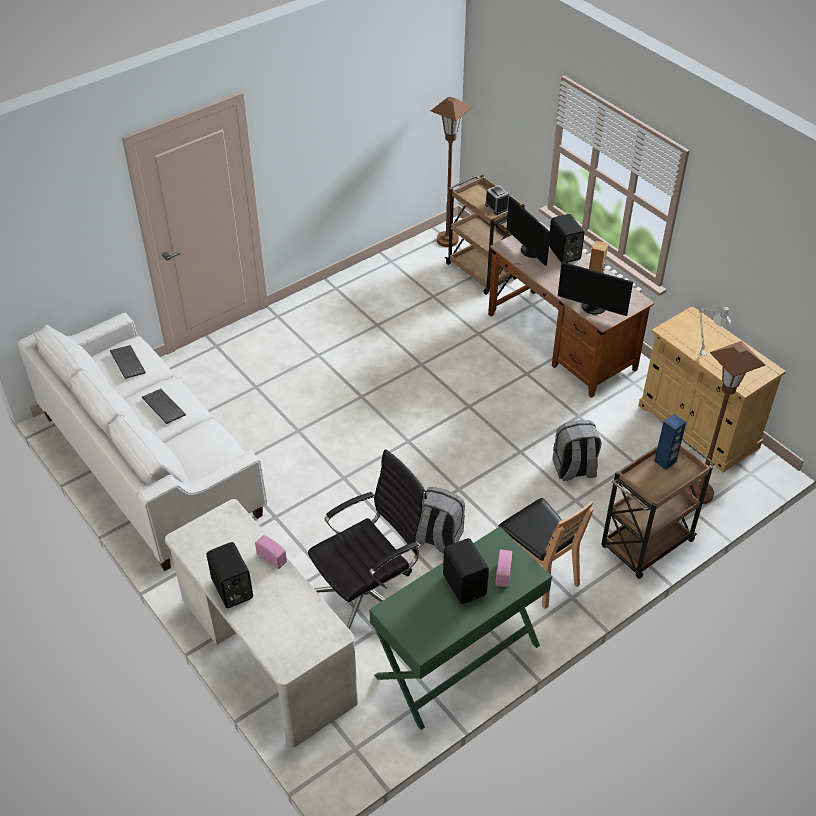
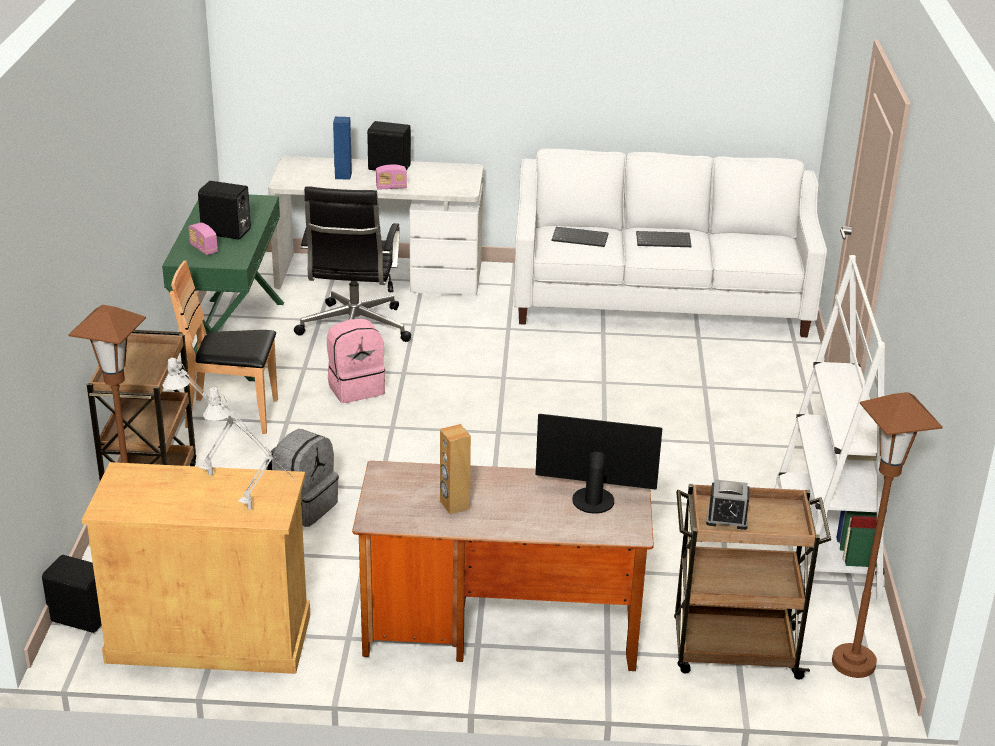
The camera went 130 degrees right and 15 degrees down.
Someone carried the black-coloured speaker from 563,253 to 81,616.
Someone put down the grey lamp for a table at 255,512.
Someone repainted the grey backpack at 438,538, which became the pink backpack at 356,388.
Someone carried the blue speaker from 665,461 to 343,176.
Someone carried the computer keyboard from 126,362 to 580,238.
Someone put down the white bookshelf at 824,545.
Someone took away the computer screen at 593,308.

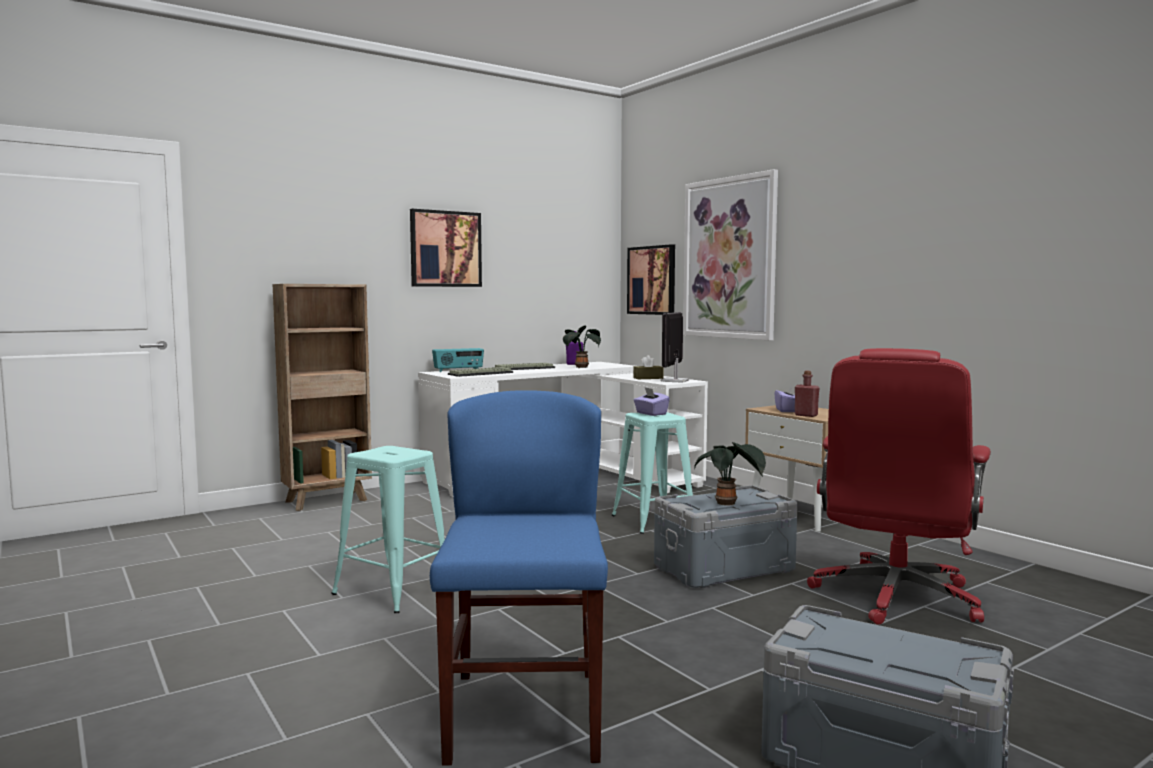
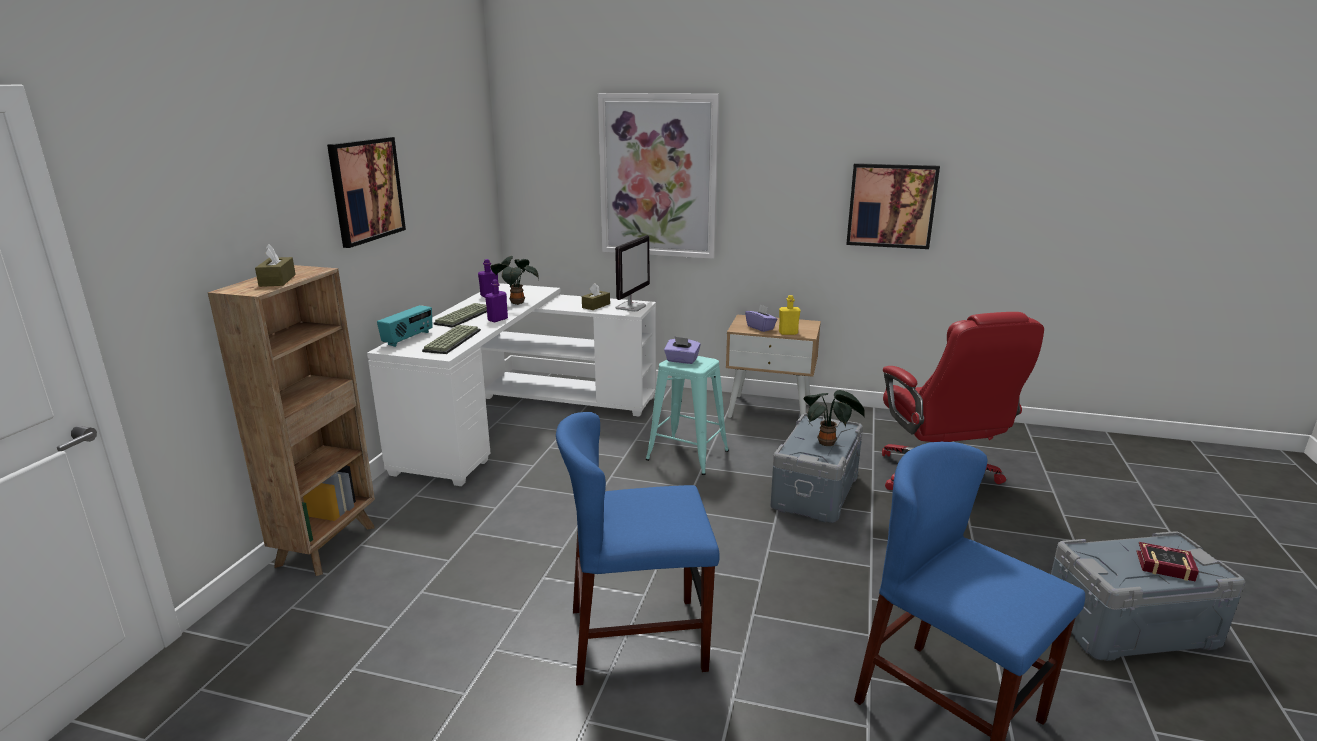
The camera went 40 degrees left and 15 degrees up.
Someone put down the brownish tissue holder at 277,280.
Someone put down the purplish bottle at 497,319.
Someone swapped the turquoise sitting stool at 393,590 for the blue plain chair at 637,639.
Someone rotated the computer screen at 674,381 by 135 degrees counterclockwise.
Someone repainted the red-coloured bottle at 806,415, which became the yellow bottle at 788,333.
Someone carried the wall picture from 652,280 to 891,206.
Someone put down the bound book at 1162,565.

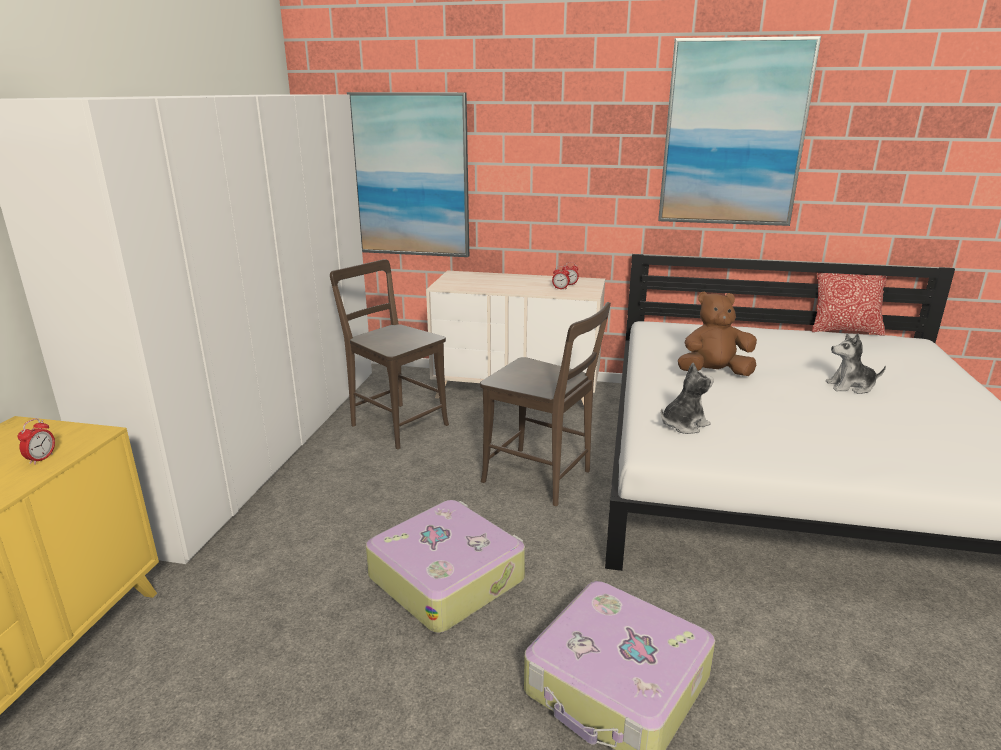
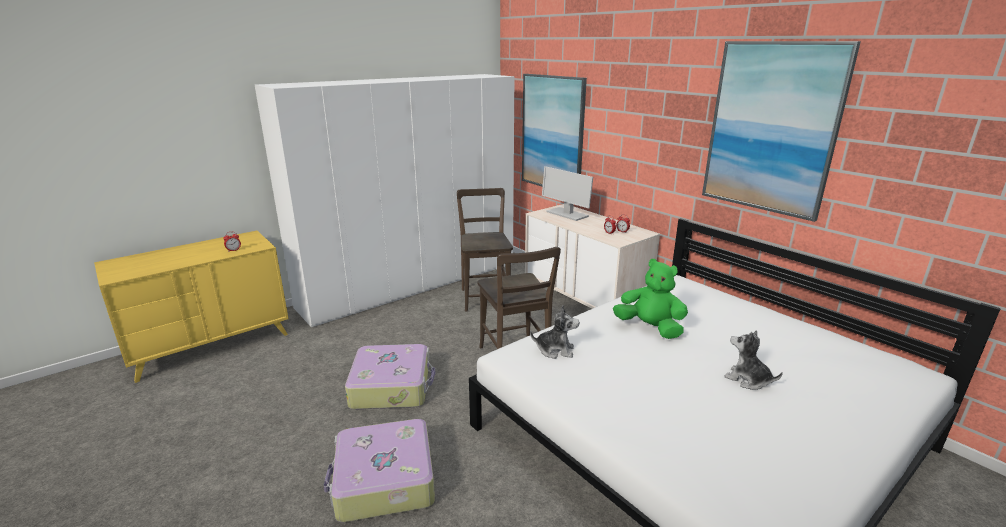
The camera went 40 degrees right and 0 degrees up.
Someone put down the computer screen at 566,214.
Someone repainted the brownish soft toy at 713,373, which became the green-coloured soft toy at 650,328.
Someone took away the cushion at 844,330.

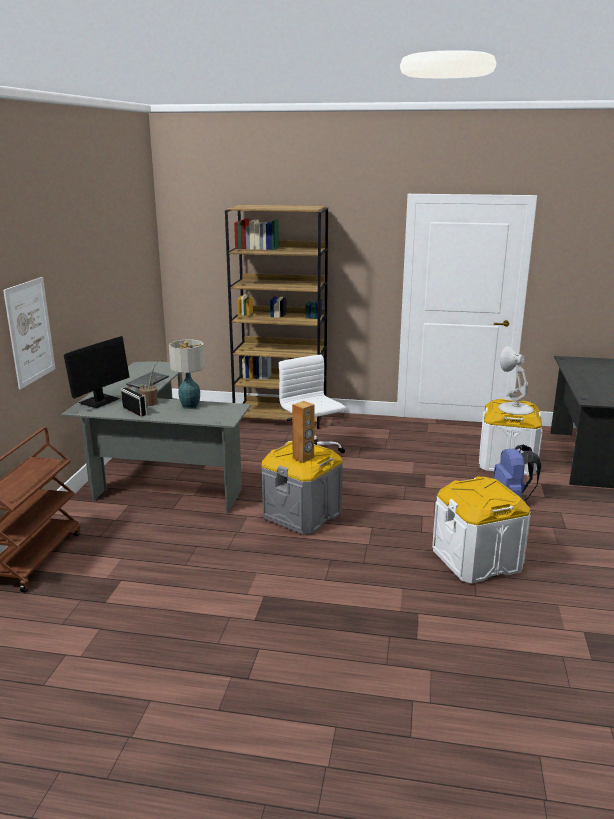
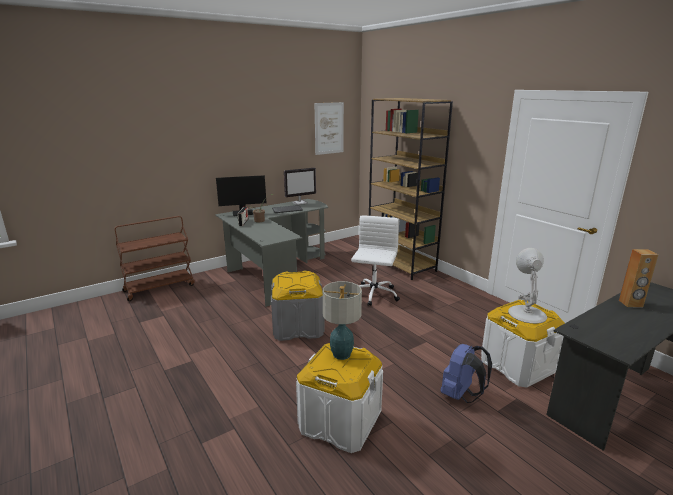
The camera went 45 degrees right and 0 degrees up.
Someone put down the computer screen at 300,203.
Someone carried the wall picture from 30,332 to 329,128.
Someone carried the lamp for a table from 190,406 to 342,354.
Someone carried the brownish speaker from 303,458 to 630,304.

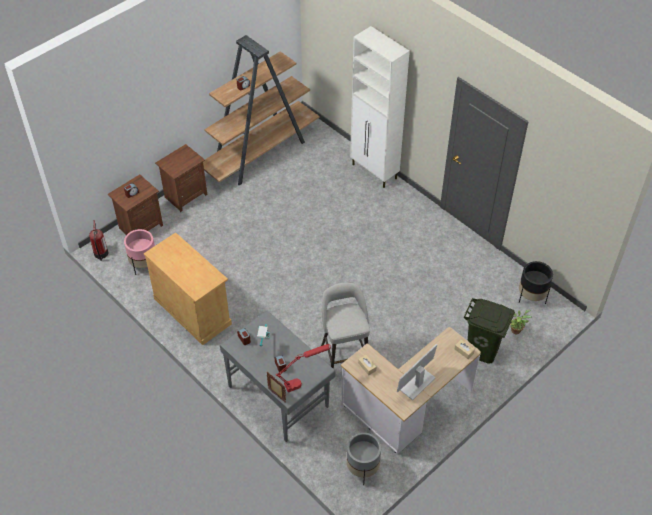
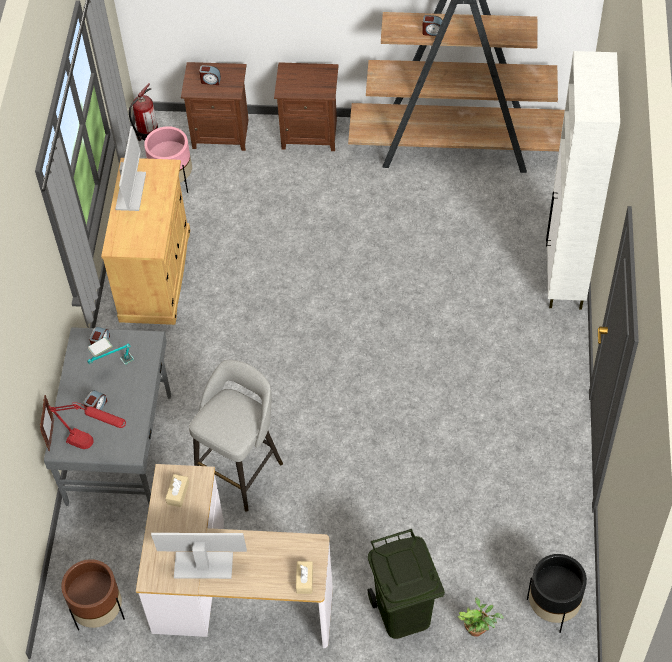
The camera went 50 degrees right and 5 degrees up.
Someone repainted the grey flower pot at 362,469, which became the brownish flower pot at 99,612.
Someone put down the computer screen at 131,191.

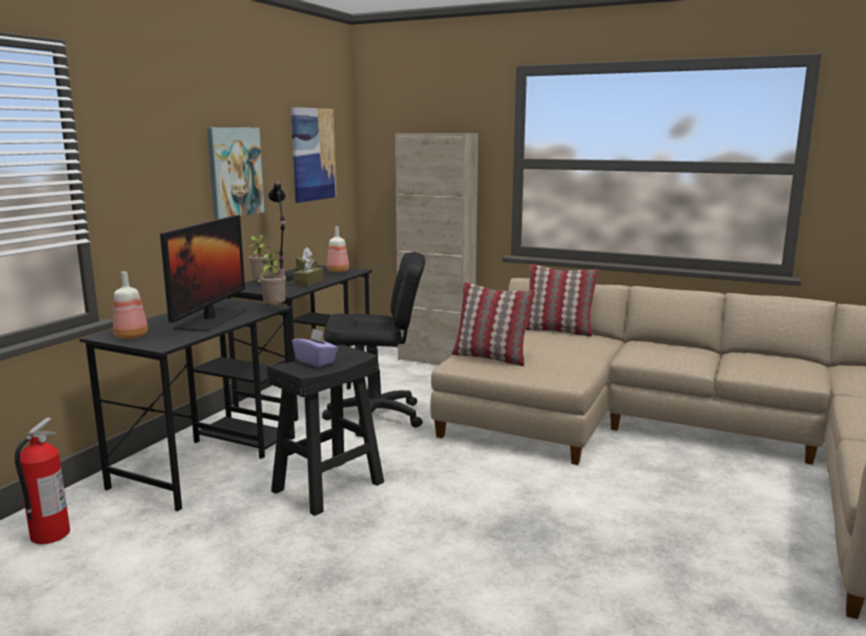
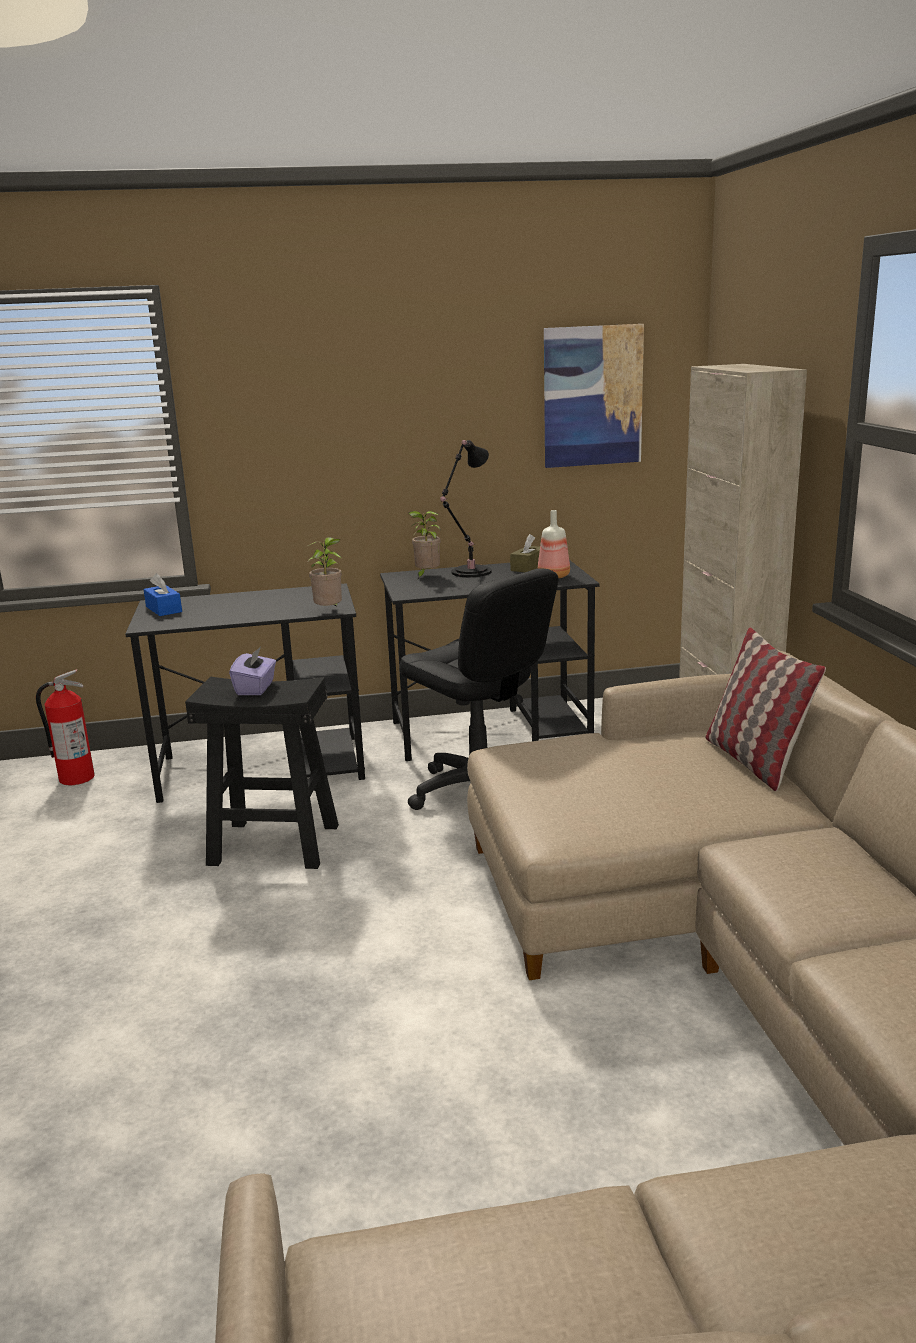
The camera went 55 degrees right and 5 degrees up.
Someone swapped the bottle at 132,336 for the blue tissue holder at 164,609.
Someone took away the computer screen at 211,319.
Someone took away the wall picture at 234,172.
Someone took away the brownish tissue holder at 309,283.
Someone took away the cushion at 490,357.

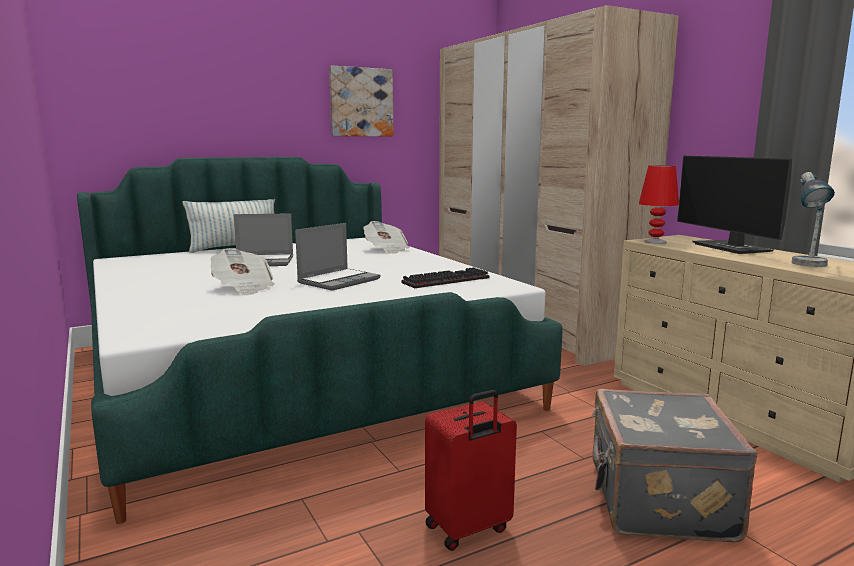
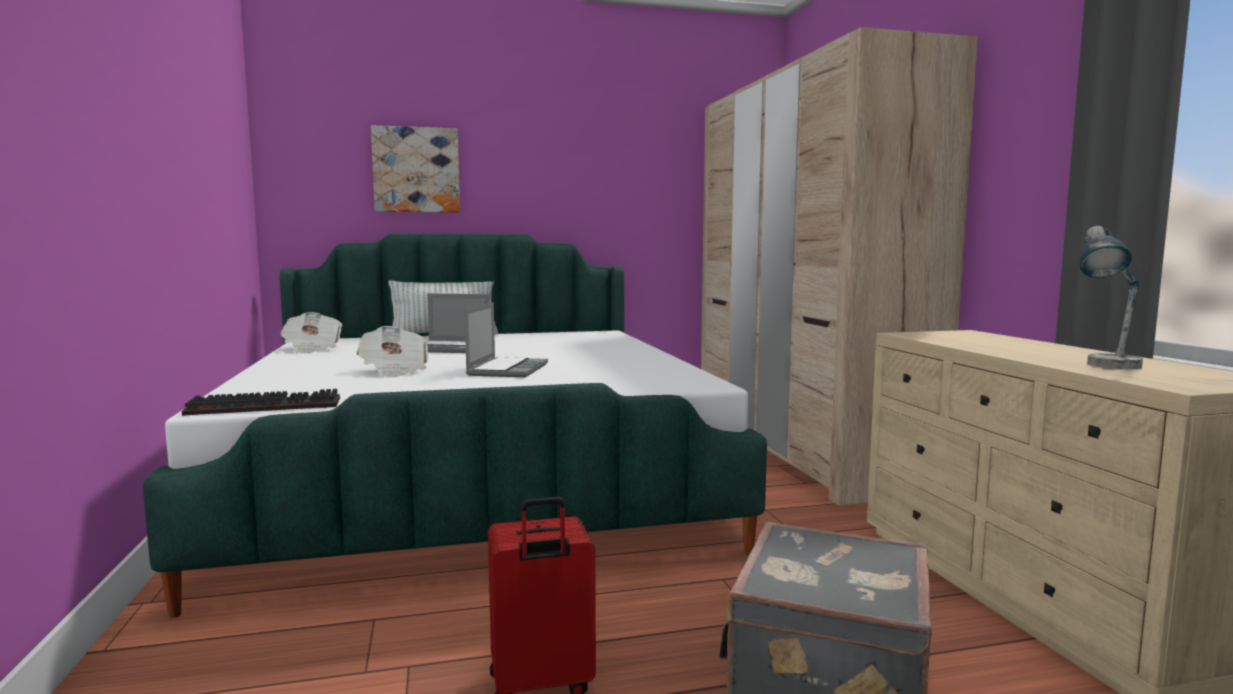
The camera went 15 degrees right and 5 degrees down.
Someone carried the computer keyboard from 446,280 to 268,406.
Someone carried the newspaper from 386,250 to 312,349.
Someone carried the wall picture from 361,102 to 416,170.
Someone rotated the notebook computer at 339,281 by 45 degrees counterclockwise.
Someone took away the red-coloured lamp for a table at 655,242.
Someone took away the computer screen at 732,248.

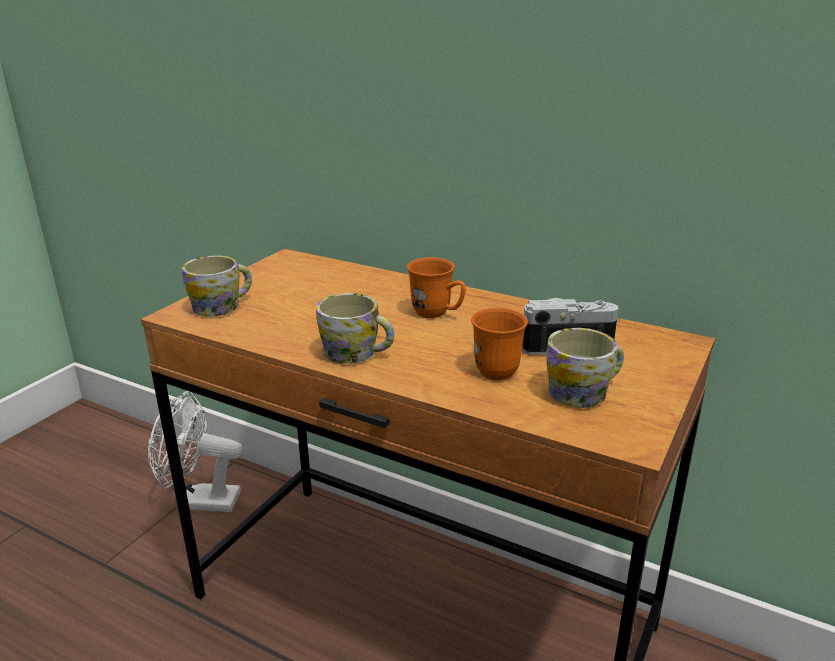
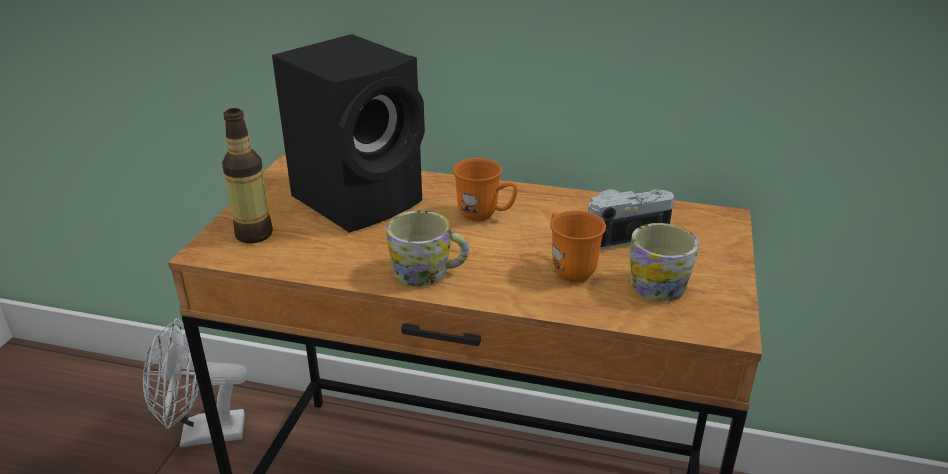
The camera went 15 degrees left and 5 degrees up.
Someone swapped the tea mug at 222,306 for the bottle at 254,234.
Someone put down the black-coloured speaker at 361,198.

